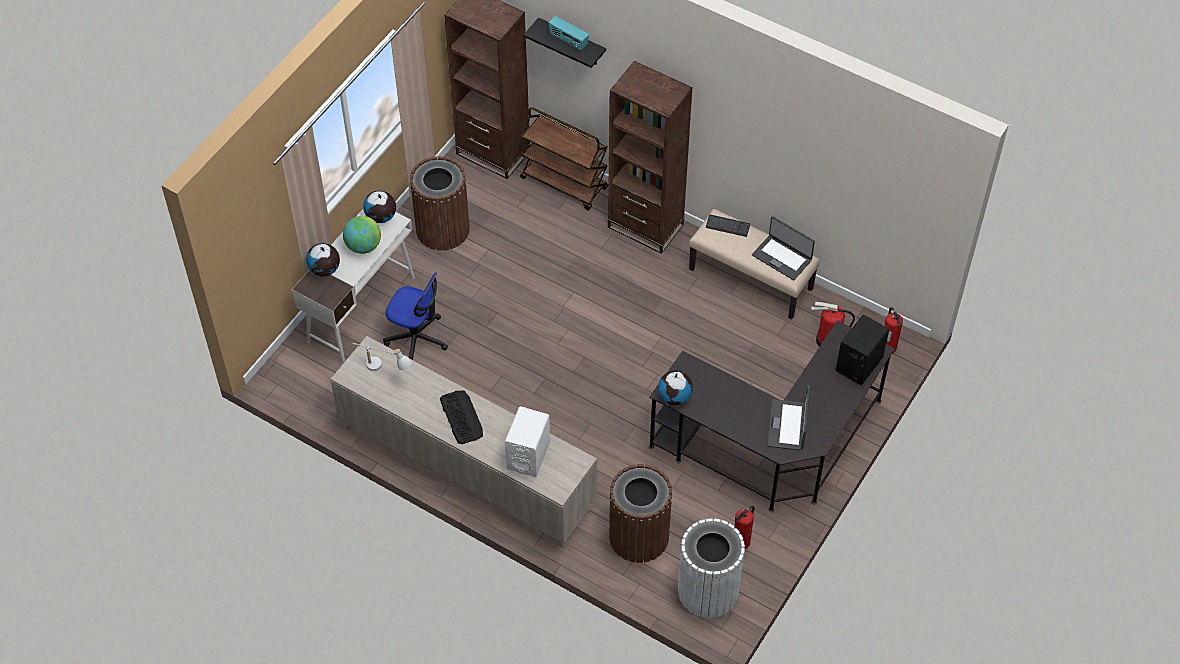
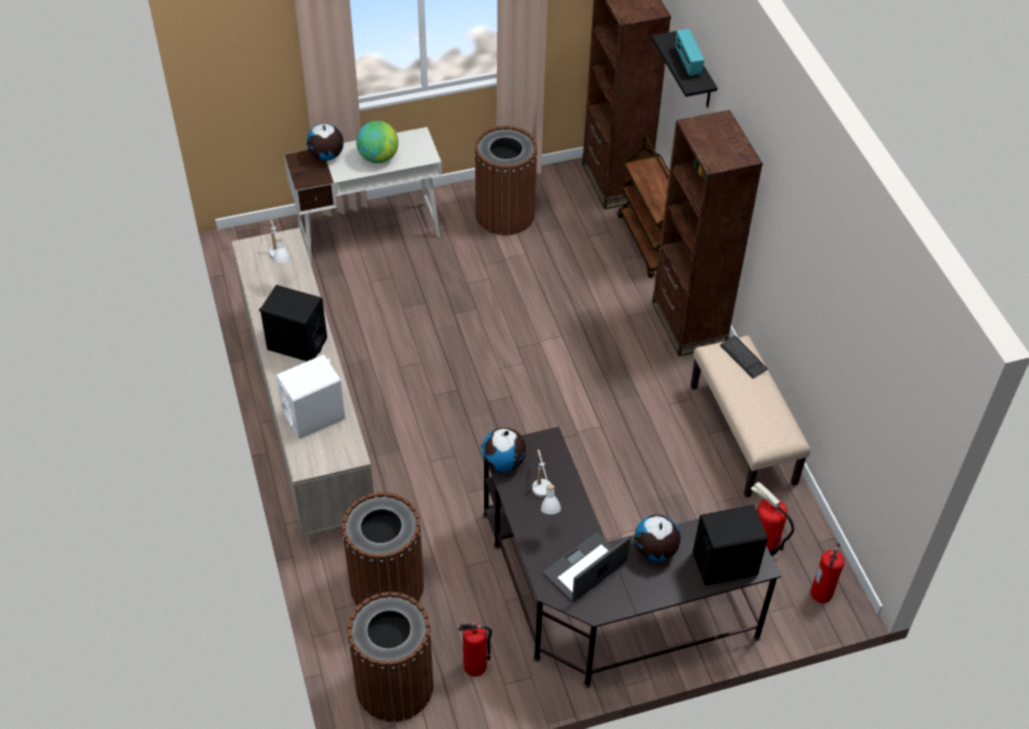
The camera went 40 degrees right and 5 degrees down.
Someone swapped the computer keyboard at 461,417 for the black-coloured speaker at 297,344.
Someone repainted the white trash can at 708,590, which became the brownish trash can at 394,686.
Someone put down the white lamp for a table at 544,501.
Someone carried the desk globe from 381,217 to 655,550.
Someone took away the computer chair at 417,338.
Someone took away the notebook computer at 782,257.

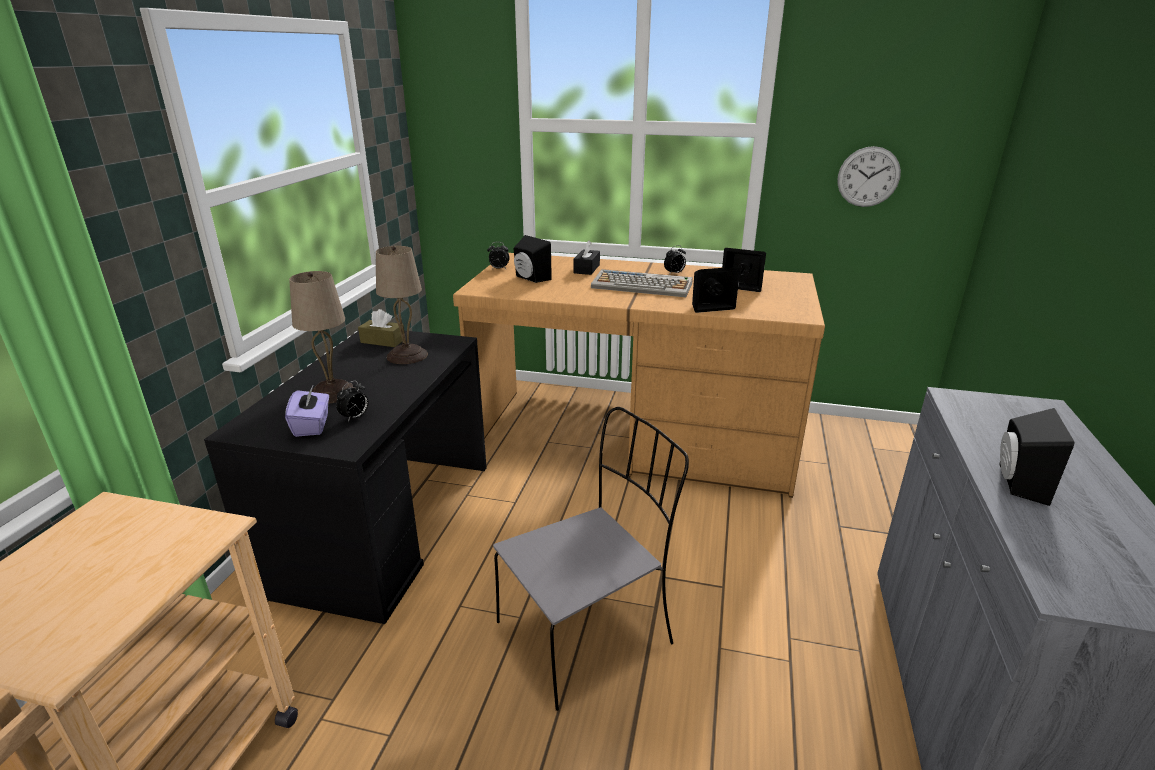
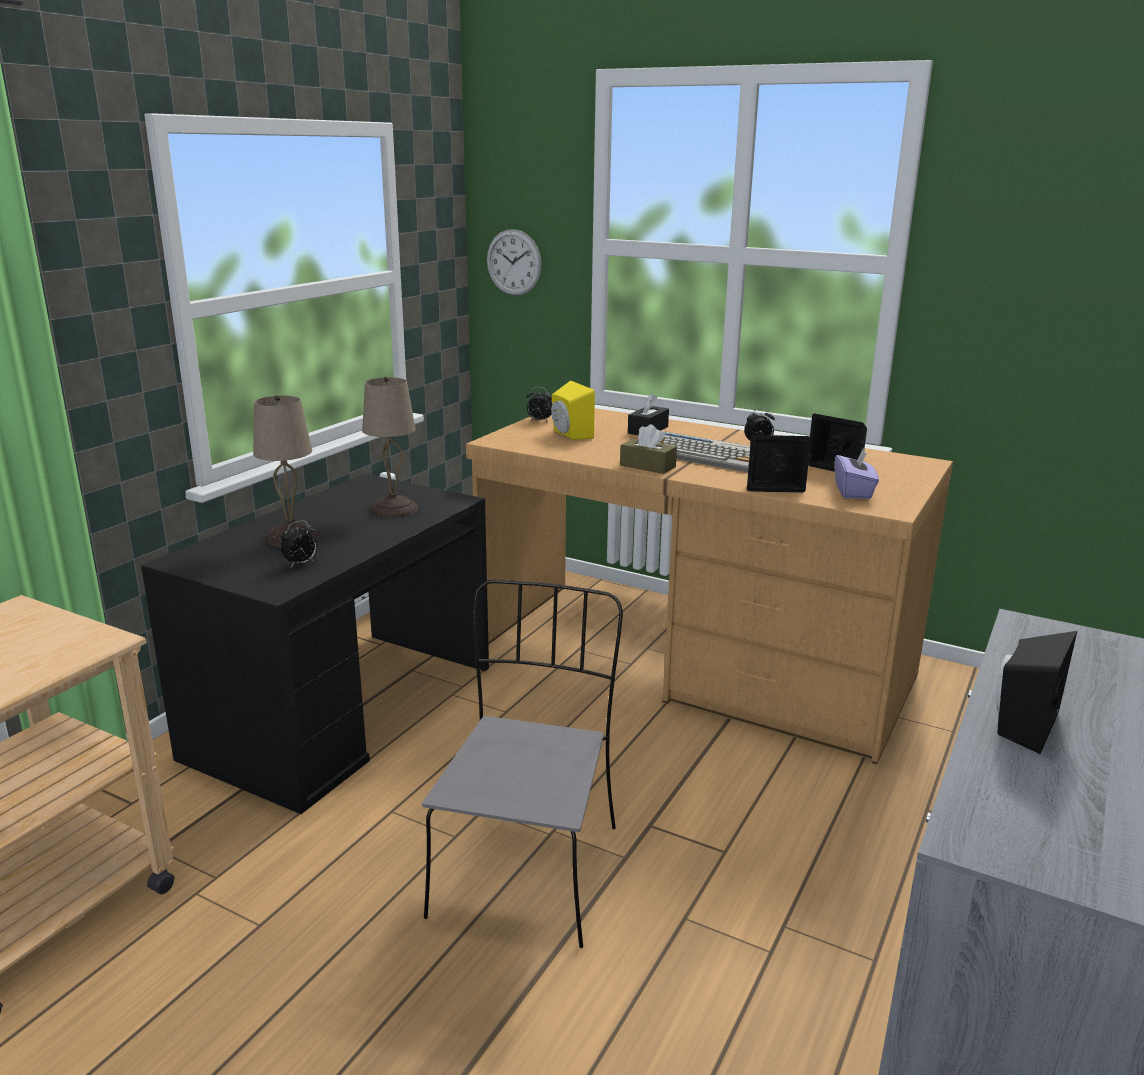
The camera went 15 degrees right and 5 degrees down.
Someone rotated the grey plain chair at 587,631 by 60 degrees counterclockwise.
Someone carried the hanging clock from 868,177 to 513,262.
Someone repainted the black-coloured speaker at 530,278, which became the yellow speaker at 569,434.
Someone carried the brownish tissue holder from 383,341 to 647,466.
Someone carried the purplish tissue holder from 312,425 to 853,492.

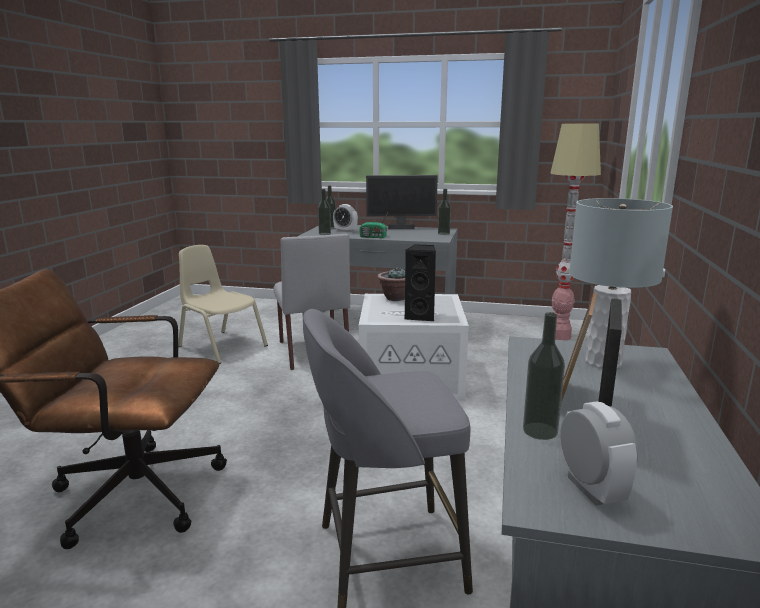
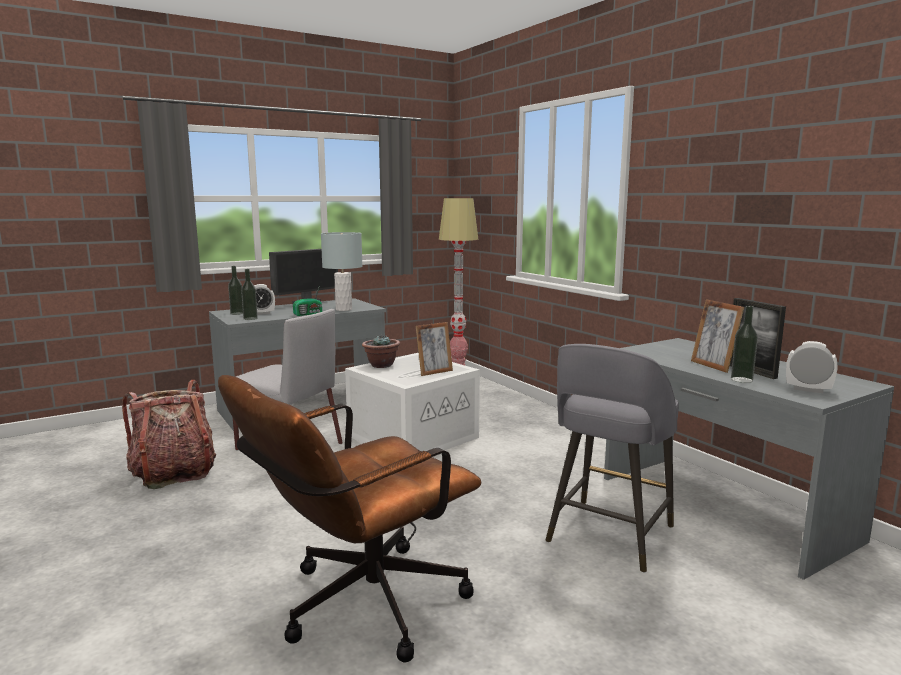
The camera went 45 degrees left and 5 degrees down.
Someone swapped the sand-coloured plain chair at 222,346 for the backpack at 173,473.
Someone carried the grey lamp for a table from 602,363 to 343,309.
Someone swapped the black-coloured speaker at 421,316 for the picture frame at 434,372.
Someone took away the bottle at 443,233.

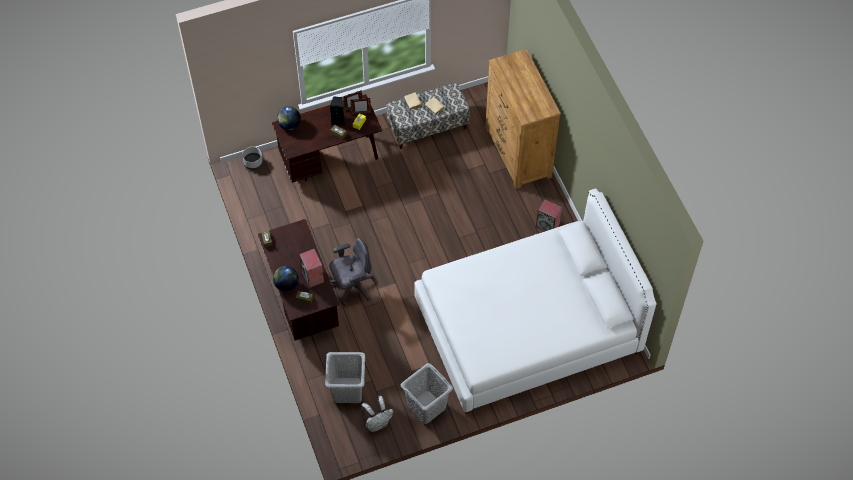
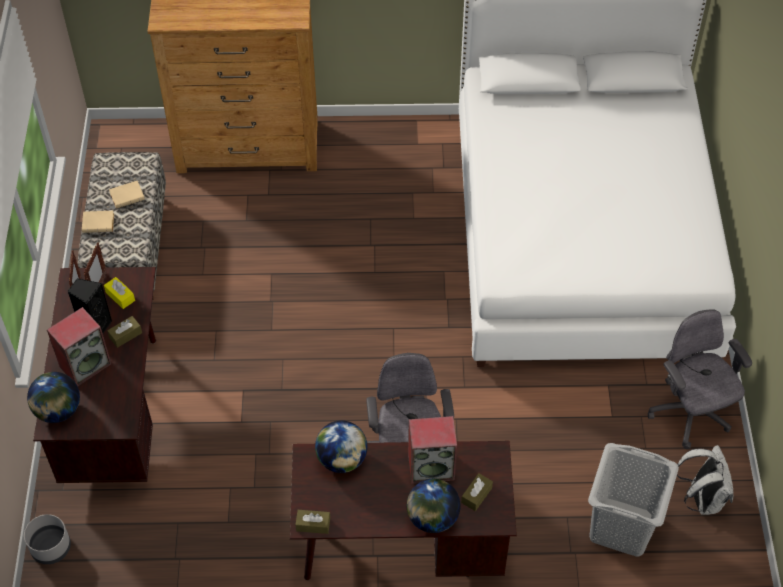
The camera went 70 degrees left and 5 degrees down.
Someone carried the speaker from 548,225 to 85,364.
Someone put down the desk globe at 342,459.
Someone swapped the grey hamper at 427,407 for the grey computer chair at 689,414.

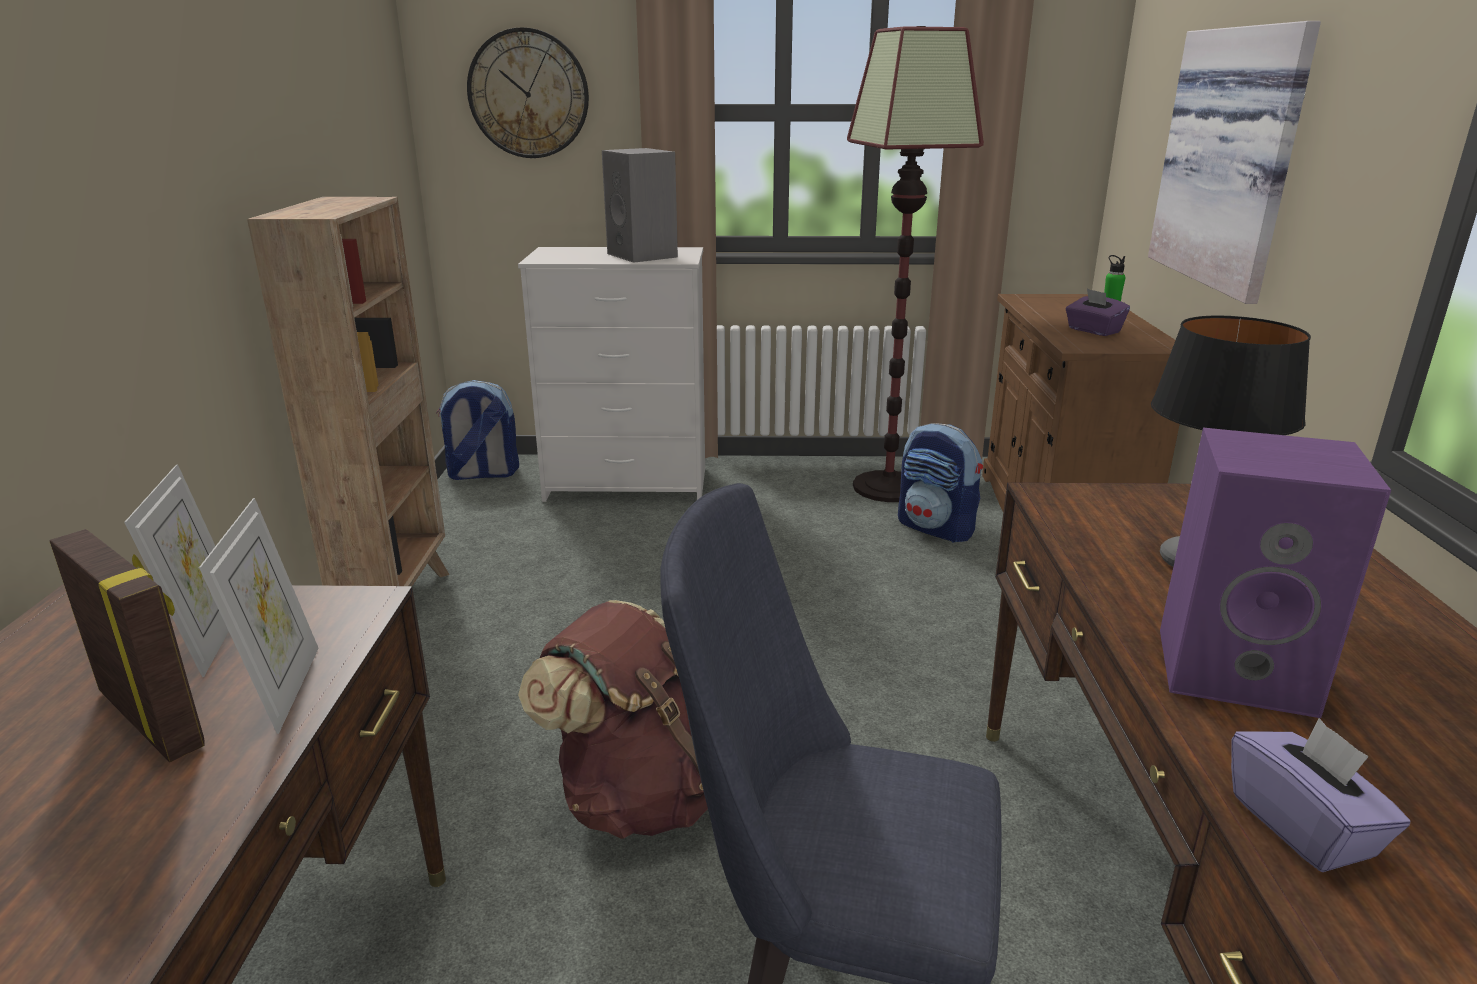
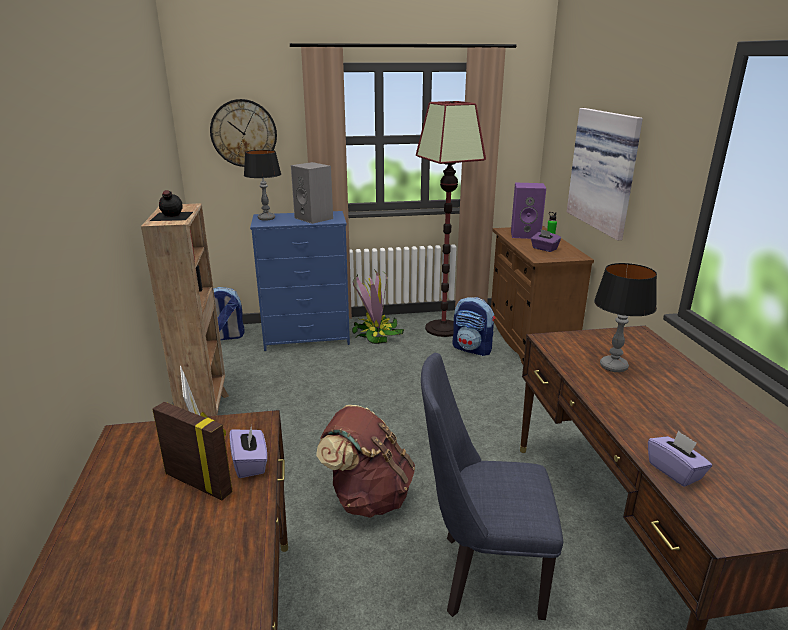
The camera went 10 degrees left and 0 degrees up.
Someone put down the black-coloured bottle at 171,216.
Someone swapped the picture frame at 283,689 for the purplish tissue holder at 250,463.
Someone put down the lamp for a table at 266,218.
Someone repainted the white drawer chest at 628,484, which became the blue drawer chest at 307,337.
Someone put down the potted plant at 376,334.
Someone carried the purplish speaker from 1238,670 to 526,234.

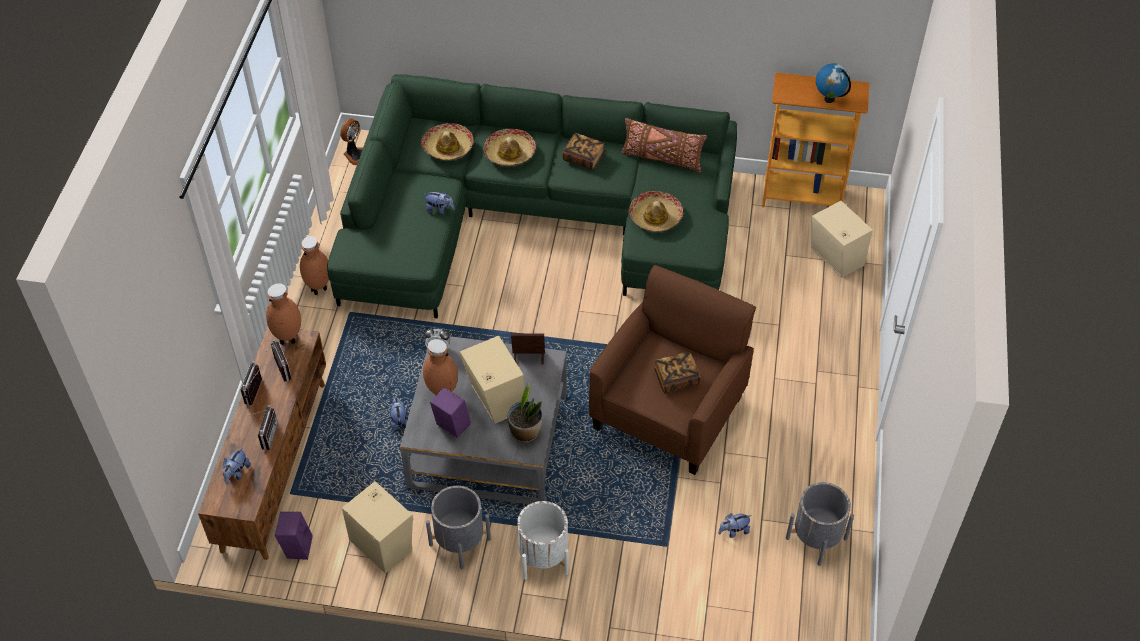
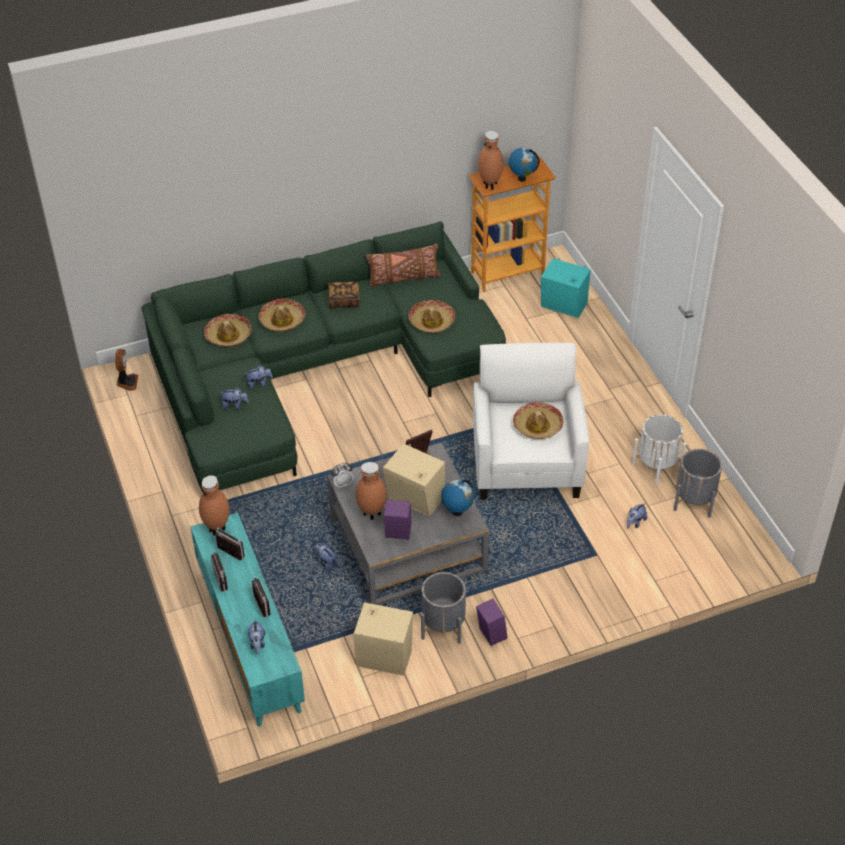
The camera went 30 degrees left and 5 degrees down.
Someone repainted the brownish tv stand at 274,464, which became the turquoise tv stand at 249,641.
Someone put down the soft toy at 235,405.
Someone swapped the potted plant at 525,432 for the desk globe at 457,512.
Someone repainted the brownish easy chair at 669,411, which became the white easy chair at 526,463.
Someone carried the purplish speaker from 296,546 to 490,634.
Someone carried the brownish flower vase from 319,288 to 490,185.
Someone swapped the bound book at 676,378 for the hat at 537,426.
Someone repainted the sand-coloured speaker at 836,258, which became the turquoise speaker at 564,306.
Someone carried the white flower pot from 543,557 to 656,465.

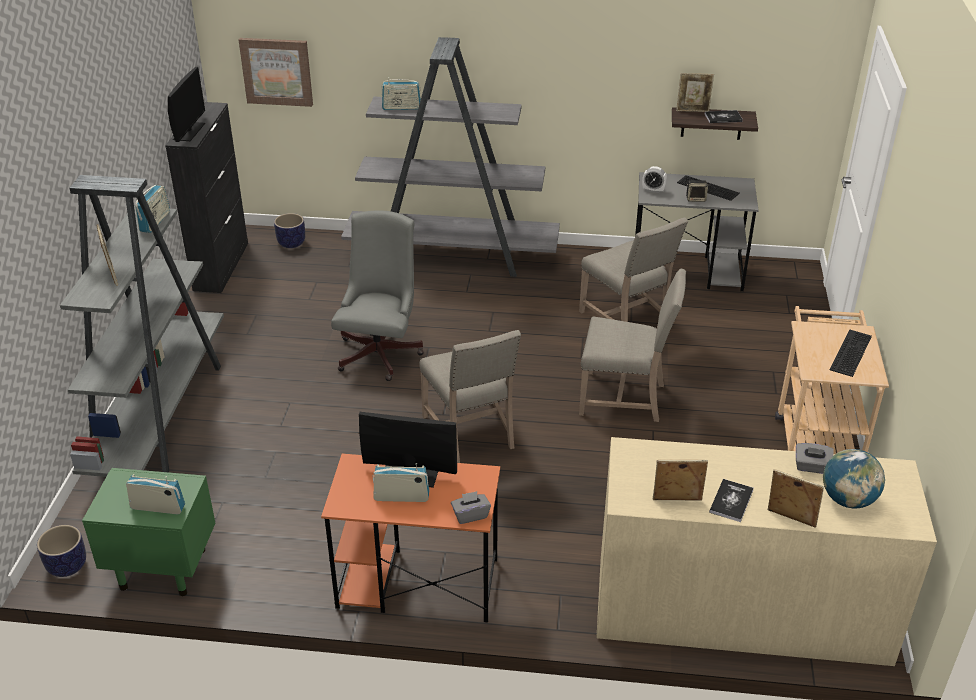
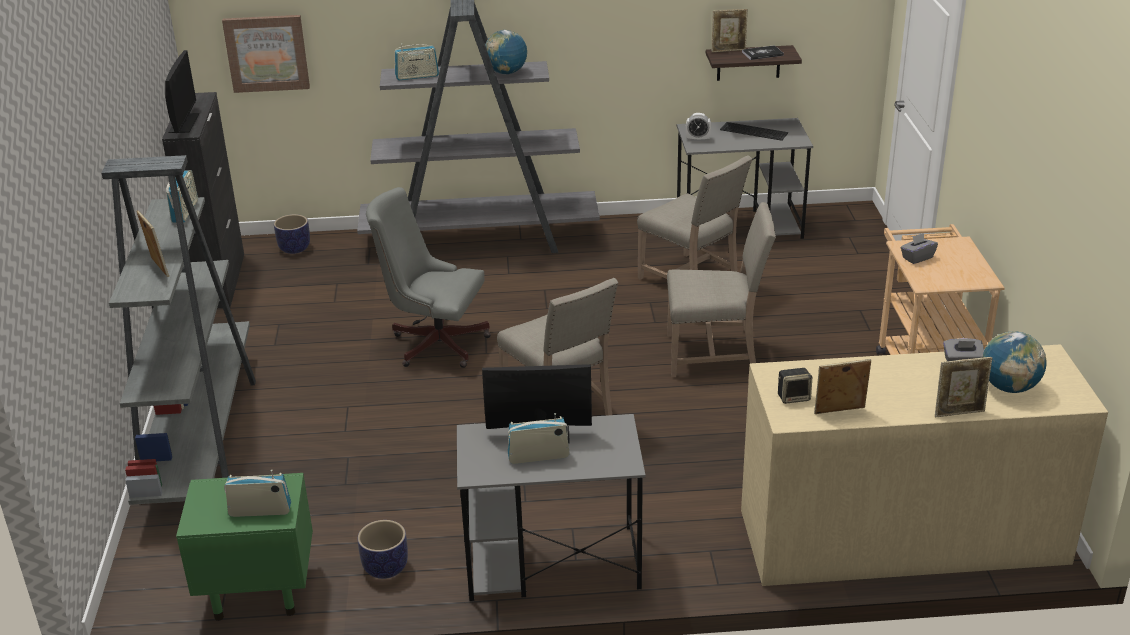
The camera went 10 degrees left and 5 degrees down.
Someone carried the flower pot from 66,566 to 385,568.
Someone rotated the grey computer chair at 381,351 by 75 degrees counterclockwise.
Someone repainted the orange-coloured desk table at 416,583, which became the grey desk table at 551,563.
Someone put down the desk globe at 506,73.
Someone carried the speaker from 696,199 to 794,397.
Someone carried the grey tissue holder from 470,515 to 917,257.
Someone rotated the picture frame at 790,519 by 150 degrees clockwise.
Someone took away the bound book at 731,501.
Someone took away the computer keyboard at 849,352.

